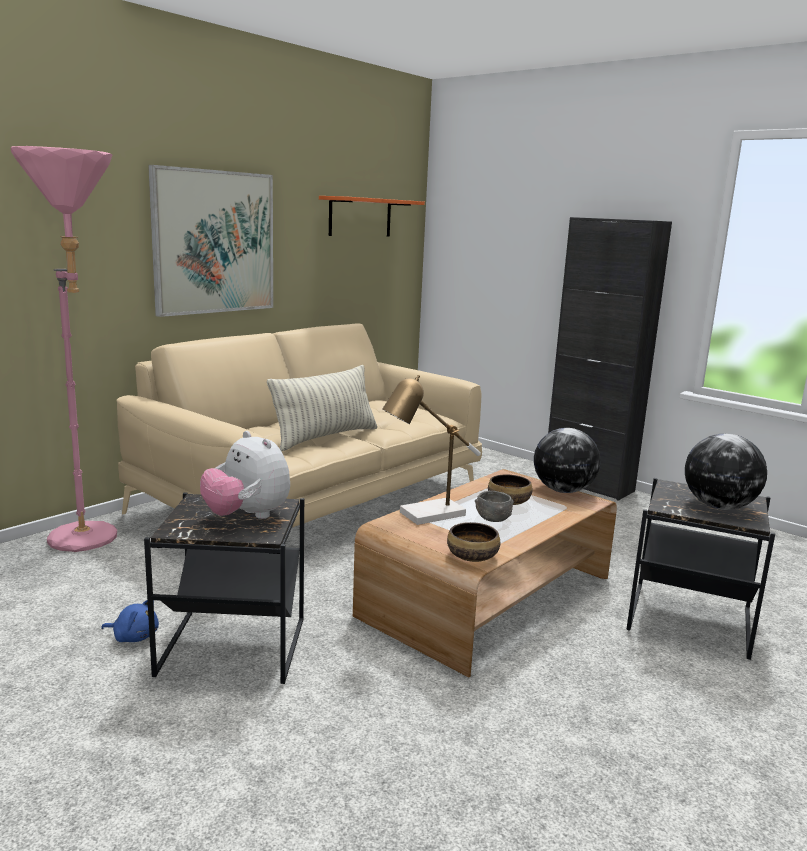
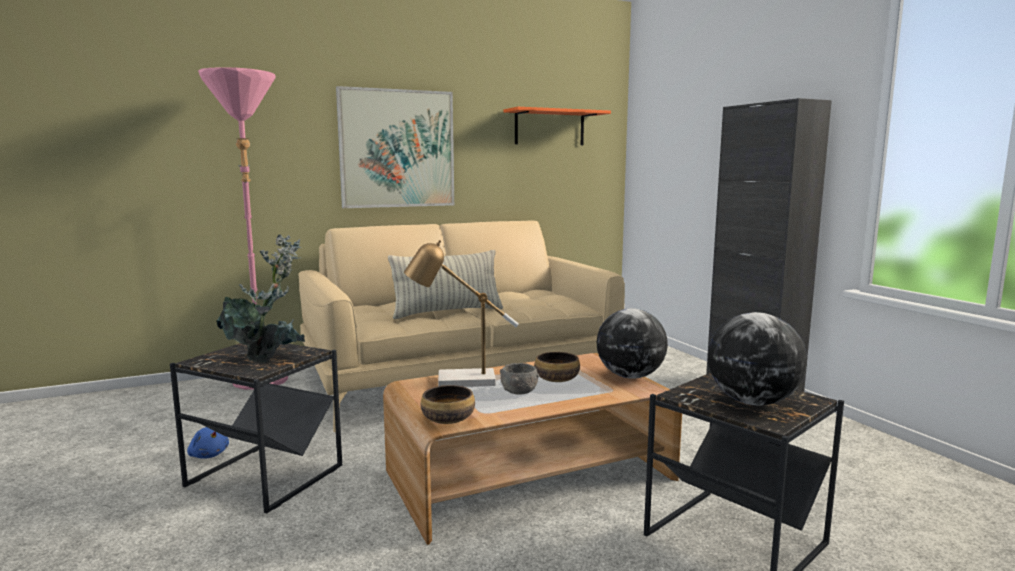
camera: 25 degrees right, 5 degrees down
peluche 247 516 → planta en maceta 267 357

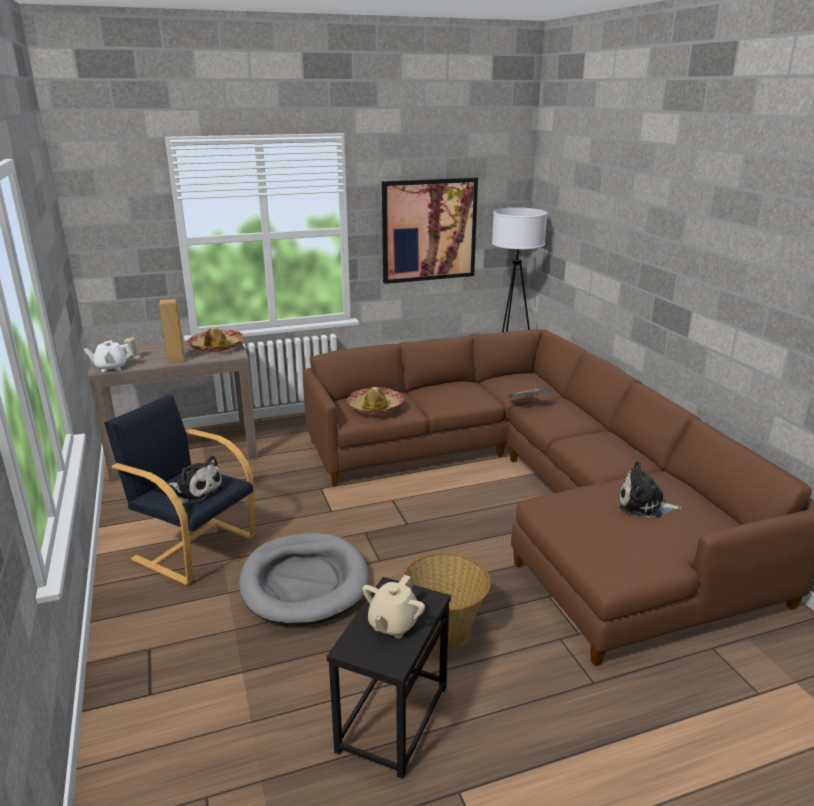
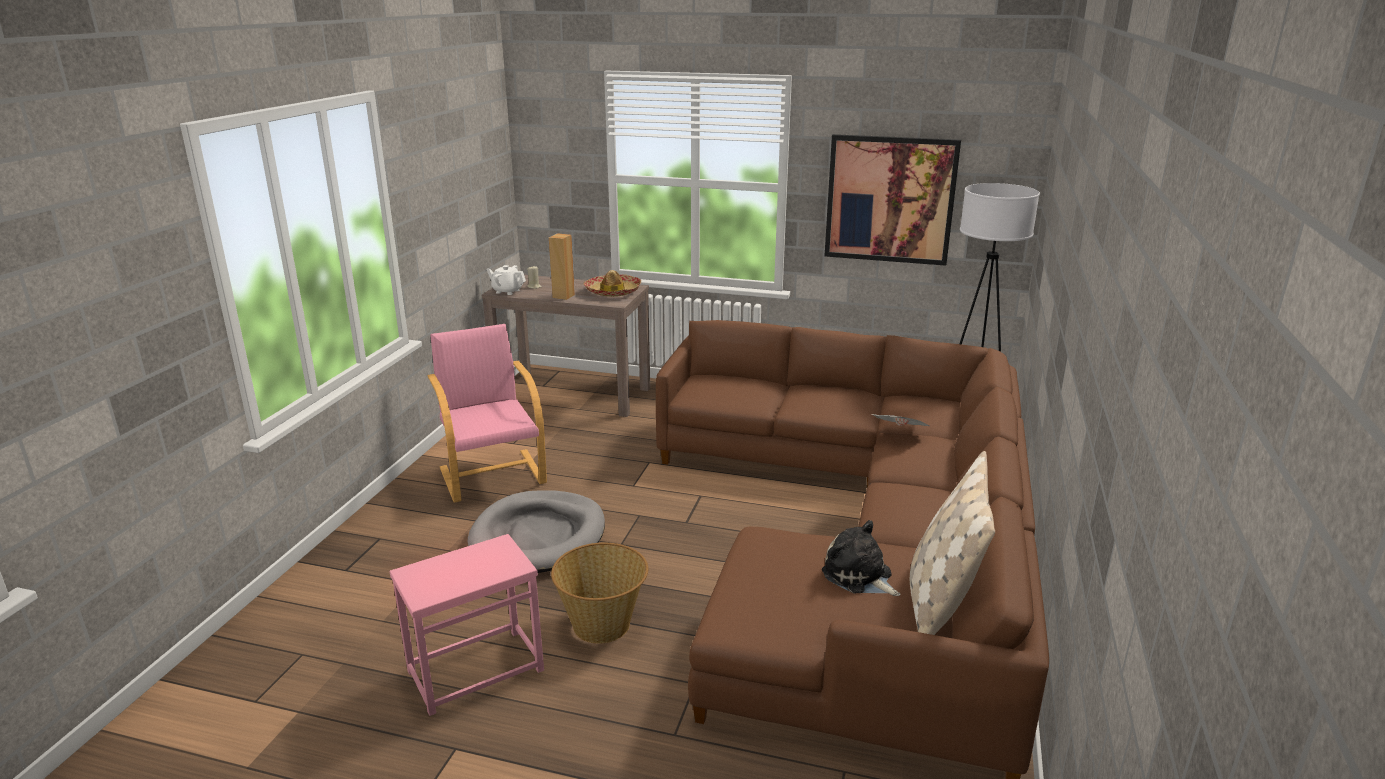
camera: 35 degrees right, 0 degrees up
sombrero 375 407 → -
sillón/negro 194 546 → sillón/rosa 492 474
peluche 196 490 → -
tetera/beis 393 624 → -
mesa auxiliar/negro 392 718 → mesa auxiliar/rosa 475 670
- → cojín/beis 941 600

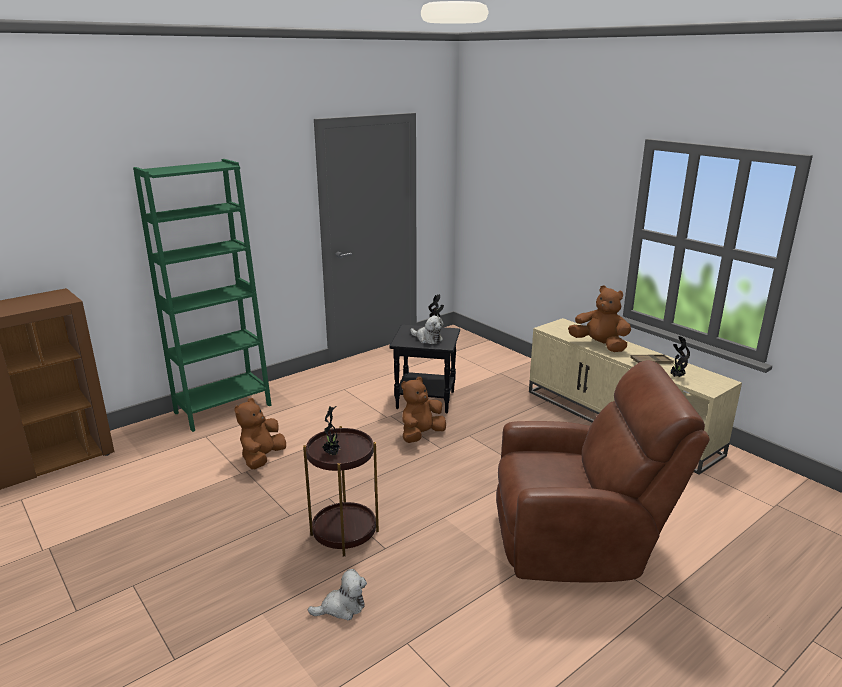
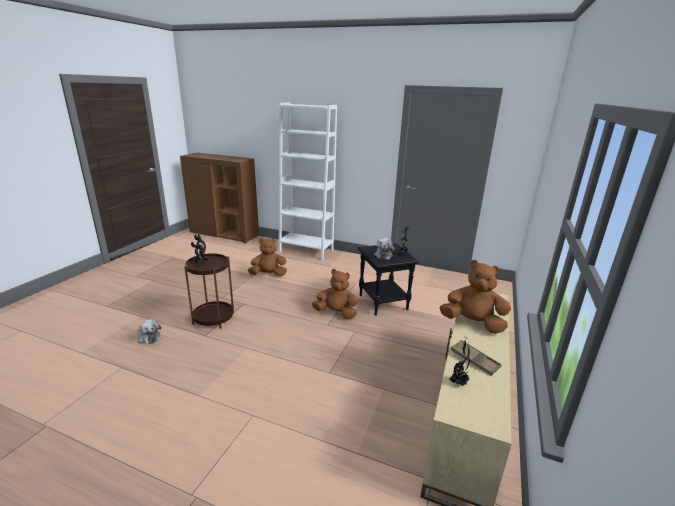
camera: 60 degrees right, 0 degrees up
estantería/verde 223 409 → estantería/blanco 306 251
peluche/marrón 599 345 → peluche/marrón 473 323, 75 degrees counterclockwise
sillón/marrón 579 541 → -

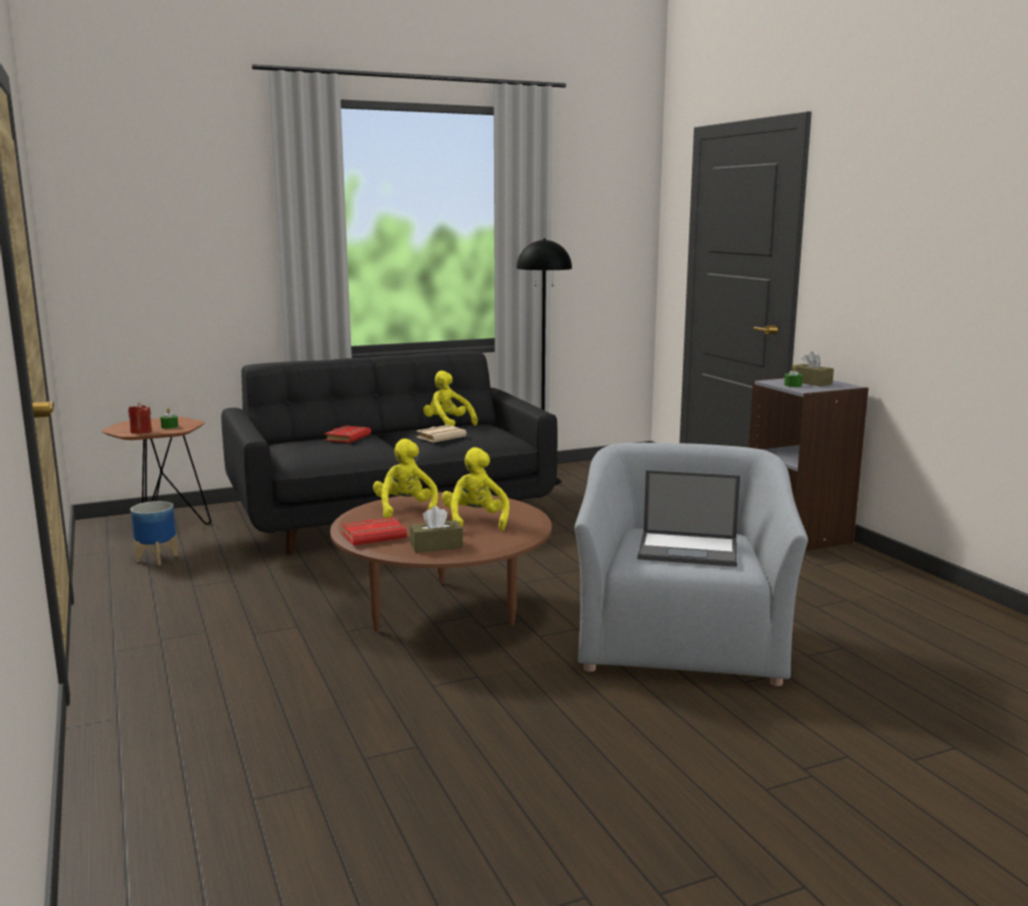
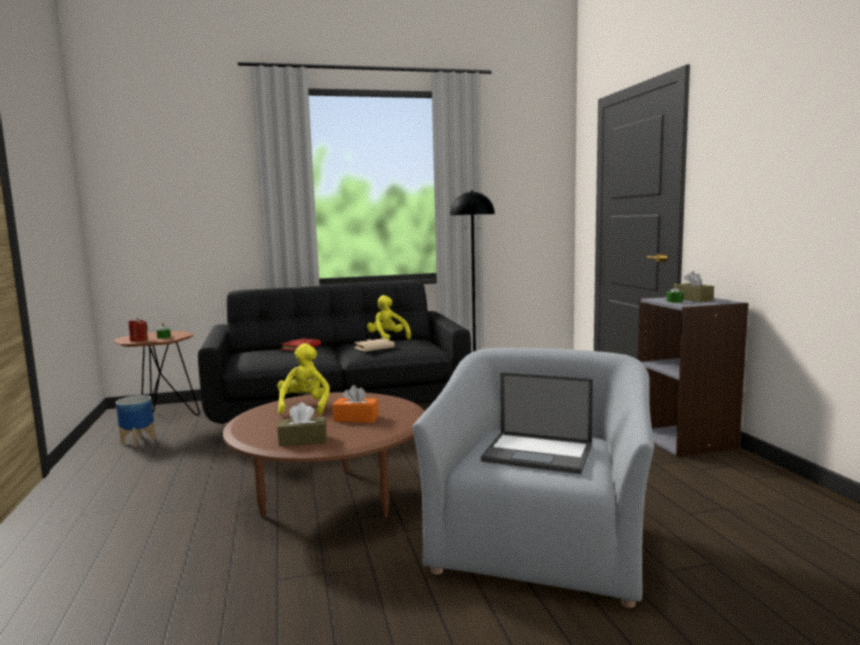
camera: 10 degrees right, 5 degrees down
peluche/amarillo 475 521 → caja de pañuelos/naranja 356 418
libro/rojo 375 536 → -

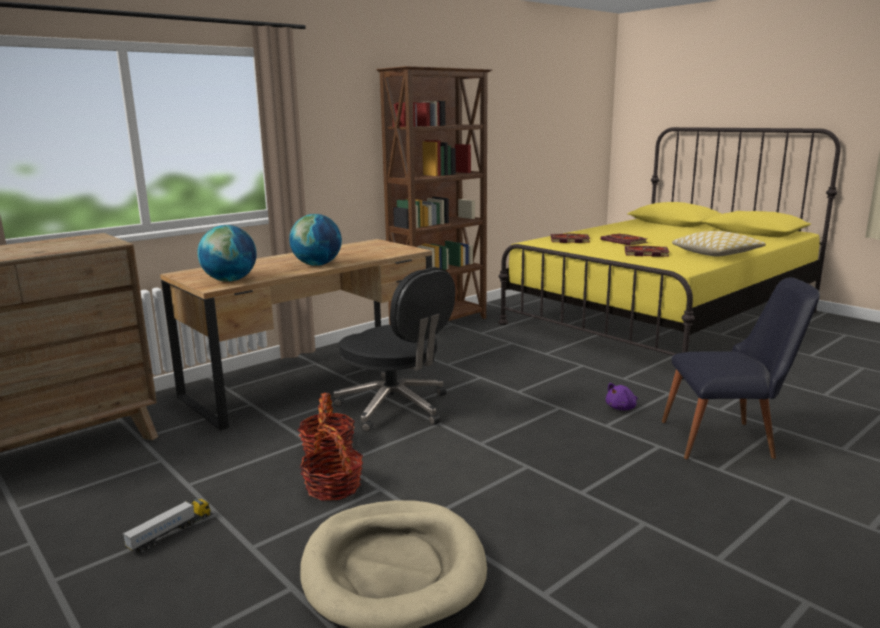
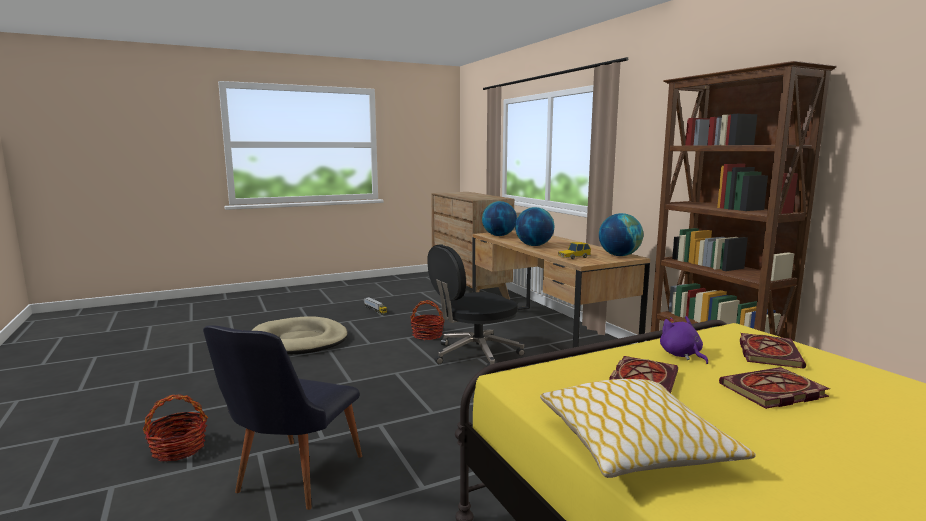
camera: 105 degrees right, 5 degrees down
peluche/morado 622 408 → peluche/morado 681 355, move
cesta 333 487 → cesta 178 449, move
- → globo terráqueo 619 255
- → coche de juguete 574 257

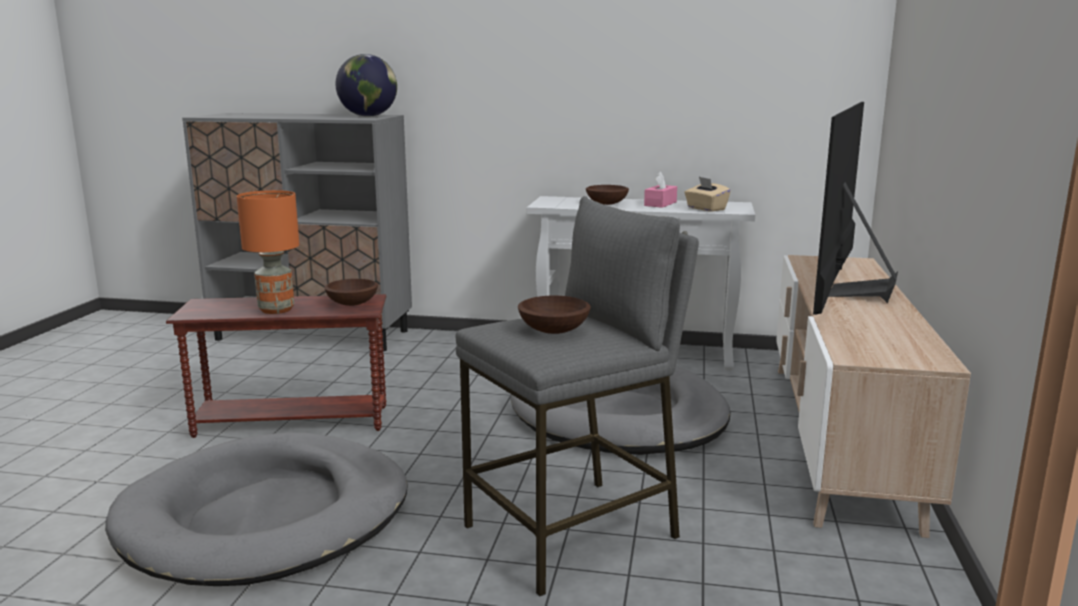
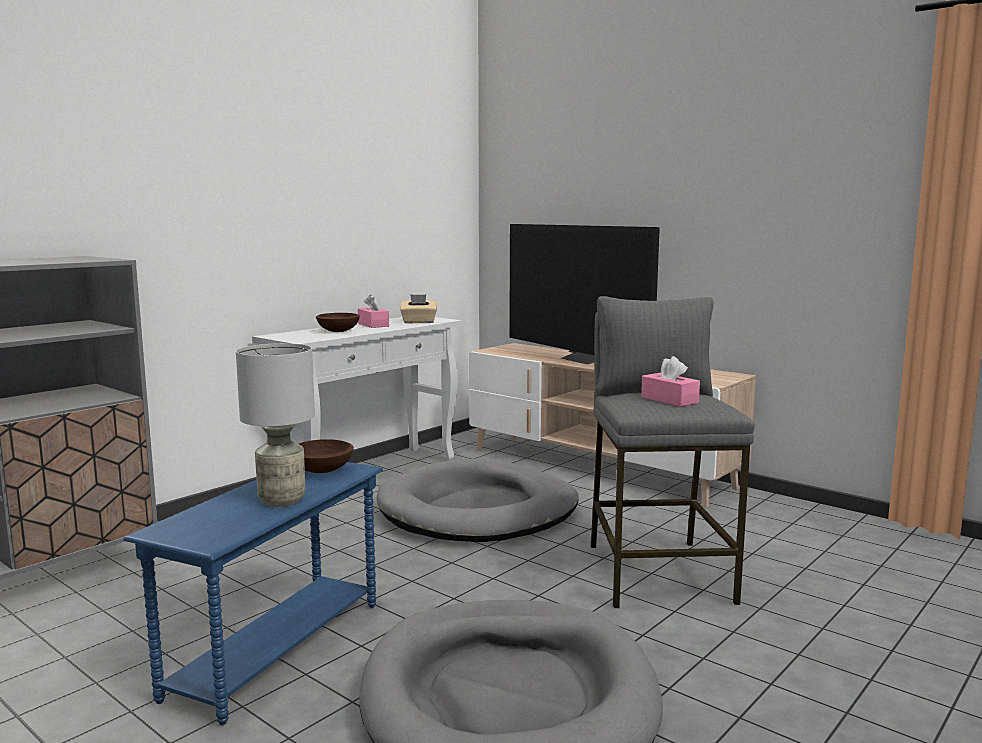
camera: 60 degrees left, 5 degrees down
globo terráqueo 368 116 → -
lámpara de mesa/naranja 277 310 → lámpara de mesa/gris 282 500
mesa auxiliar/marrón 292 421 → mesa auxiliar/azul 275 649
cuenco/marrón 553 330 → caja de pañuelos/rosa 669 400

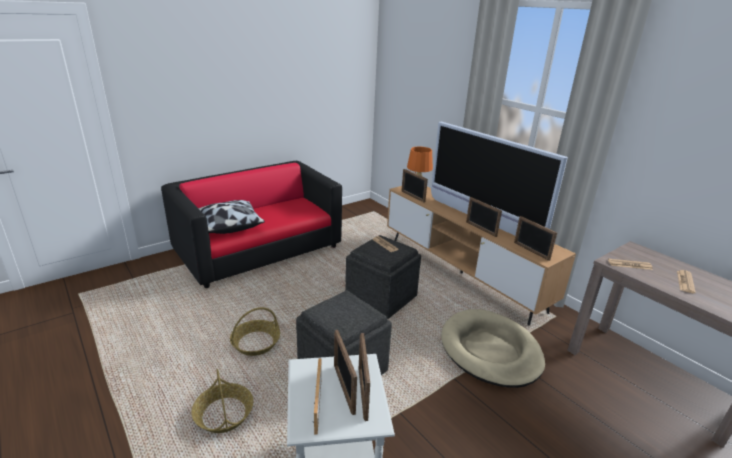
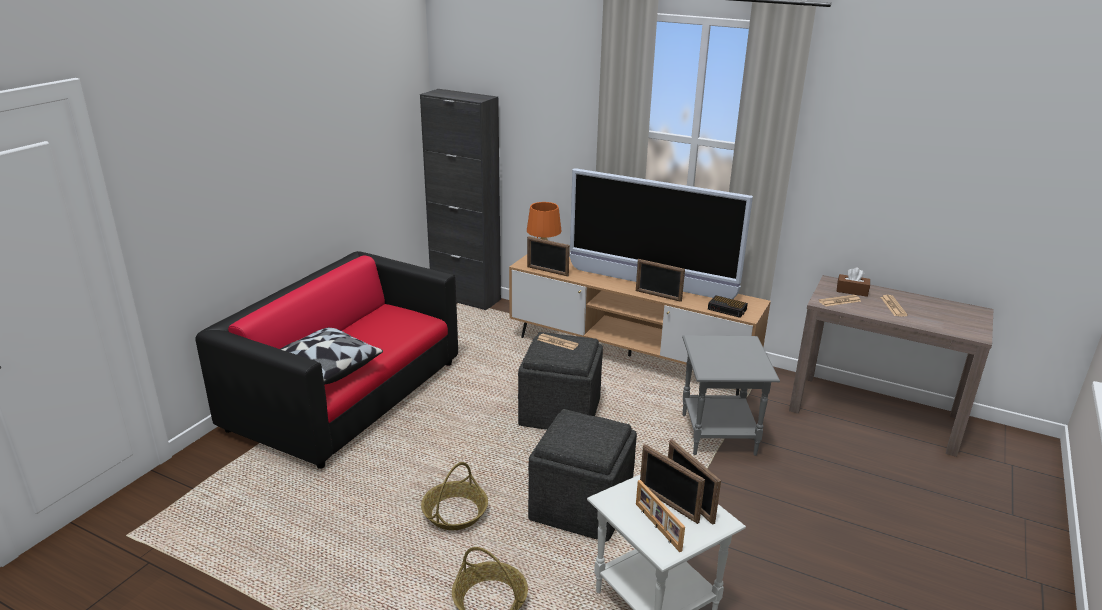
camera: 25 degrees left, 0 degrees up
portarretratos 531 251 → despertador 728 309
cama para perro/beis 490 351 → mesa auxiliar/gris 718 435
- → armario/negro 466 298
- → caja de pañuelos/marrón 852 291

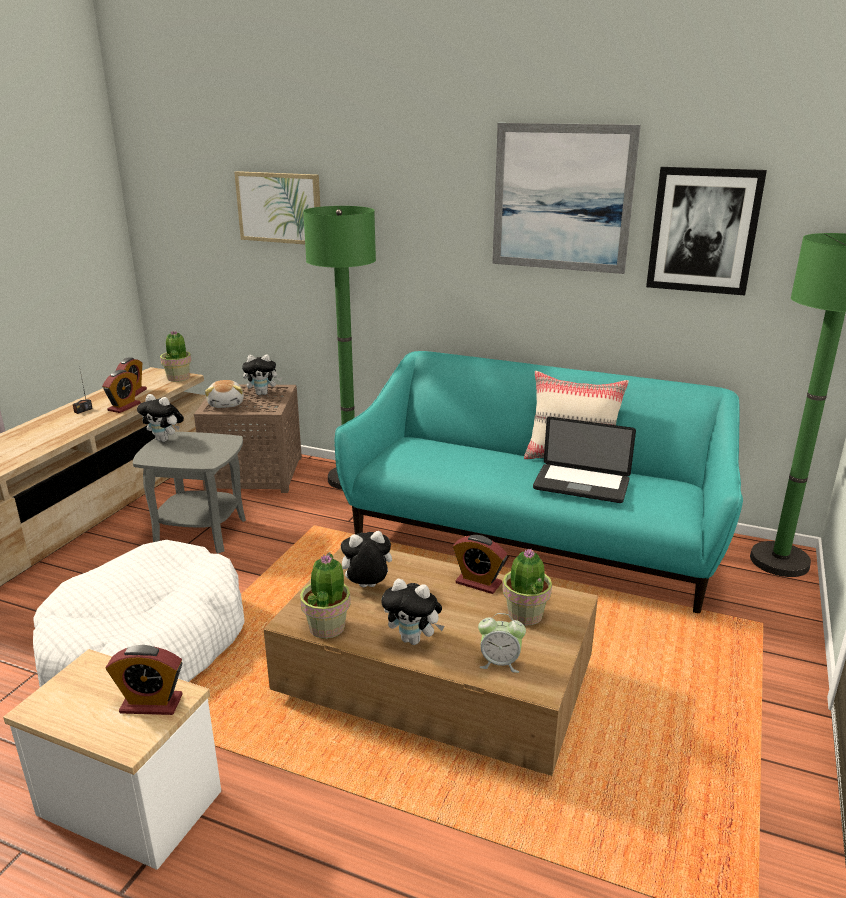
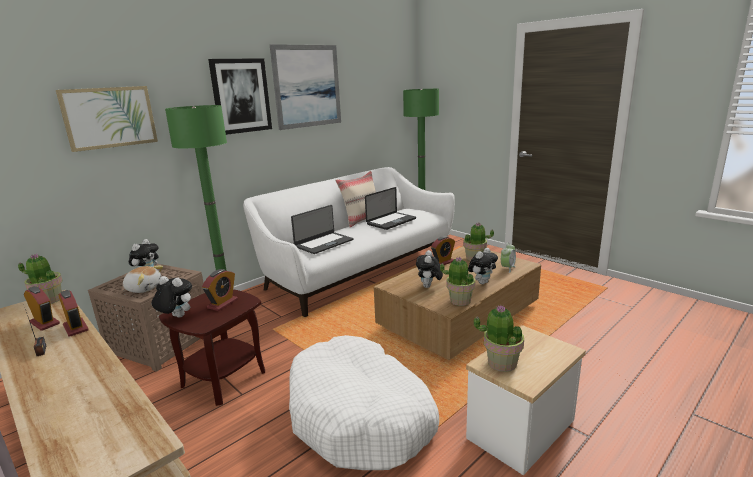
camera: 65 degrees left, 5 degrees down
cuadro 703 231 → cuadro 241 96, move
sofá/turquesa 533 538 → sofá/blanco 358 270
peluche 165 440 → peluche 176 317, 120 degrees counterclockwise
mesa auxiliar/gris 201 532 → mesa auxiliar/marrón 223 378
despertador 151 704 → despertador 223 303, move
- → portátil 323 243
- → planta en maceta 501 363

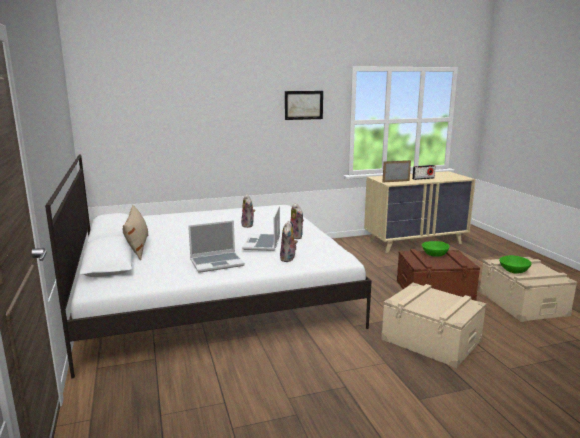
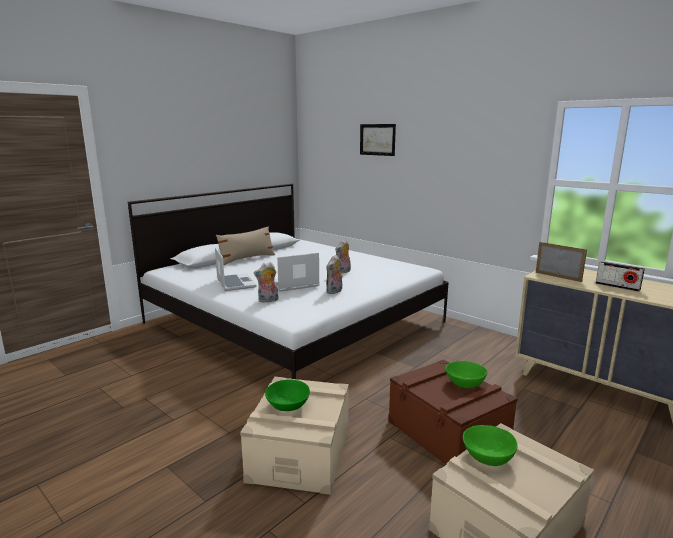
camera: 60 degrees right, 0 degrees up
cuadro 303 105 → cuadro 377 139, move
portátil 217 263 → portátil 235 283, 150 degrees counterclockwise
- → cuenco/verde 288 406

